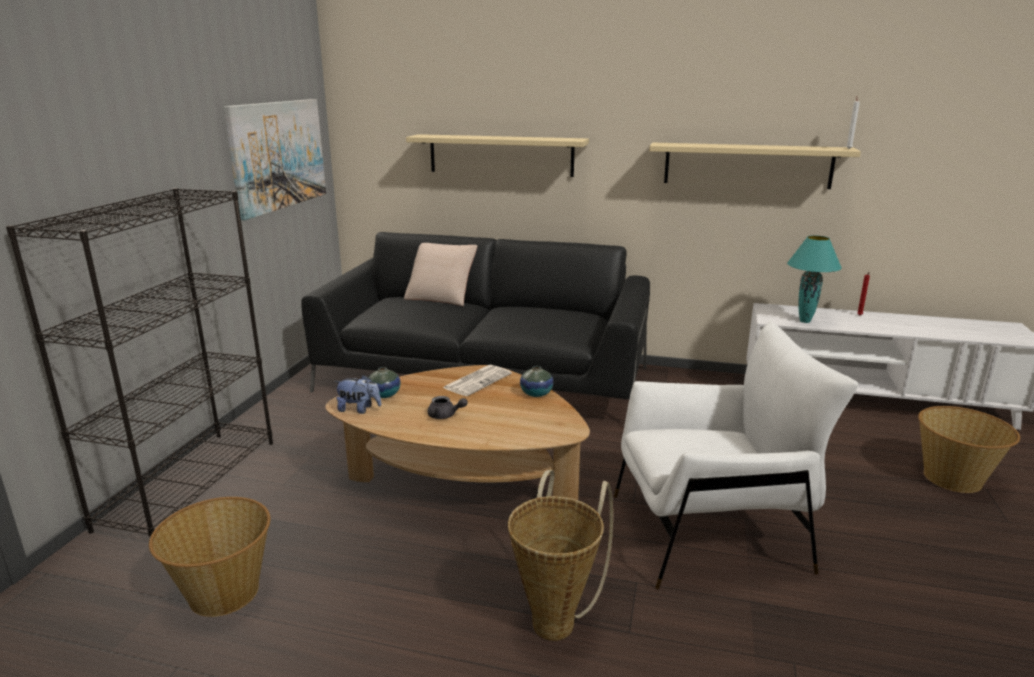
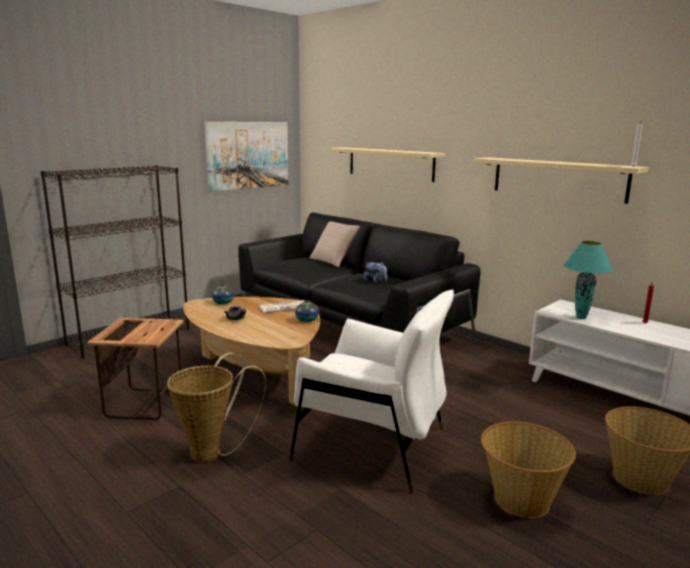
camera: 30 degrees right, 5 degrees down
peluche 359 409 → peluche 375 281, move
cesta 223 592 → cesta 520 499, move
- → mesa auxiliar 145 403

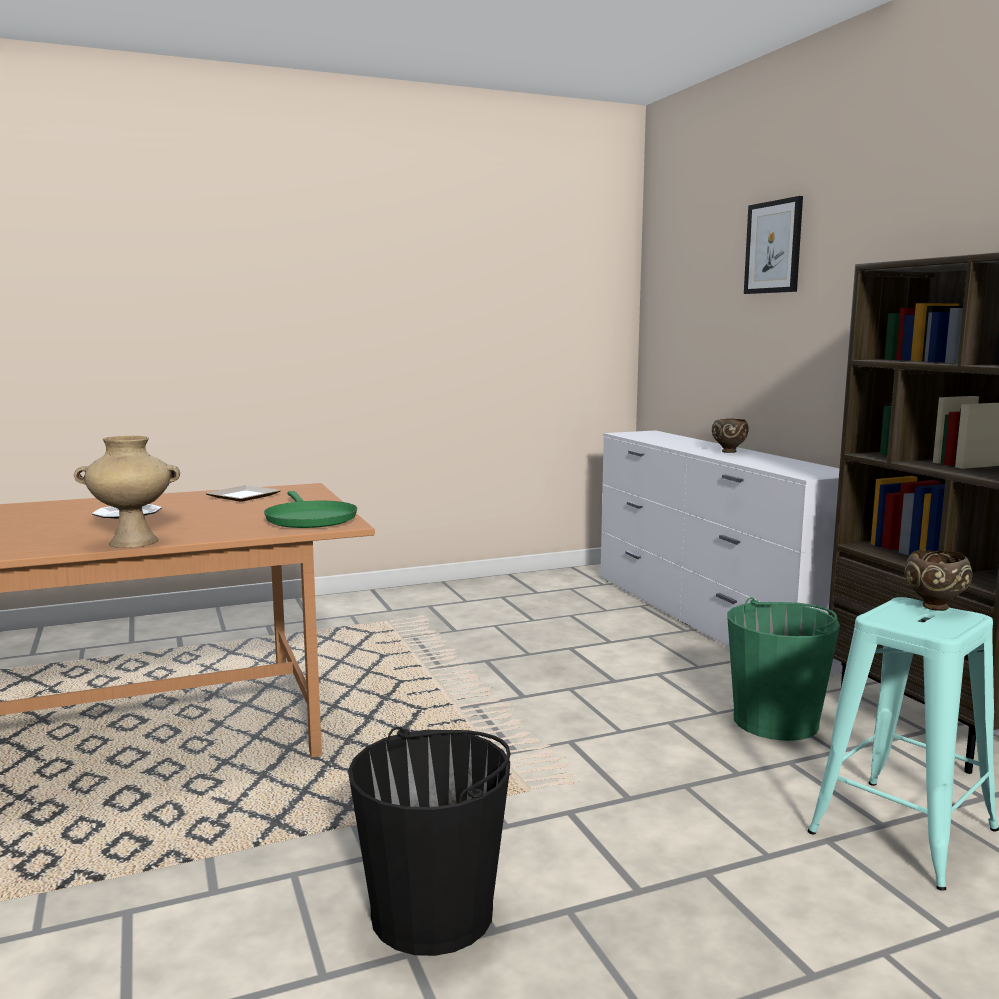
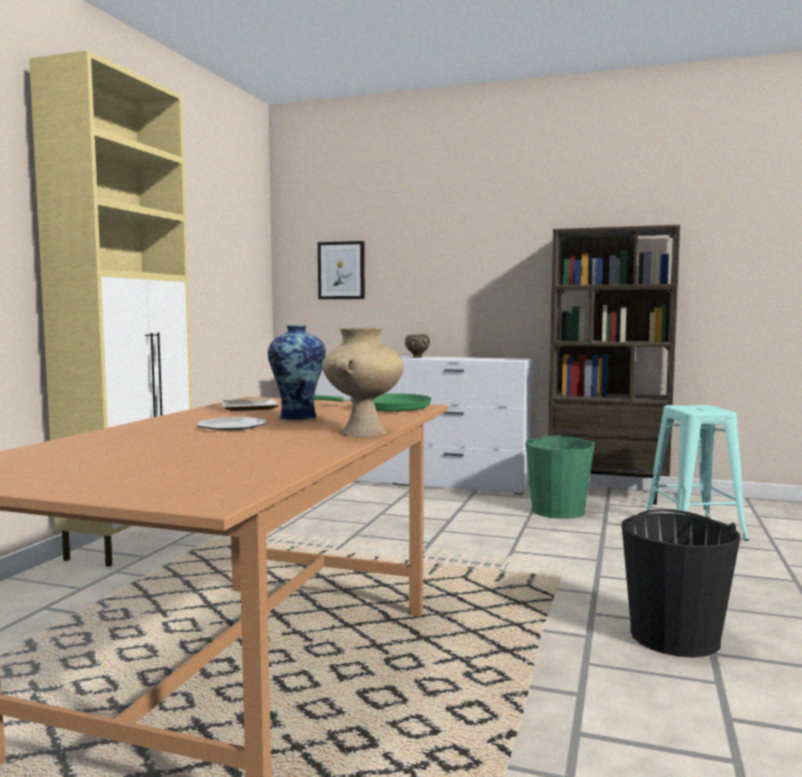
camera: 50 degrees left, 5 degrees down
cuadro 773 247 → cuadro 341 270, move
cuenco/marrón 933 607 → -
- → armario/beis 132 542
- → florero 298 417

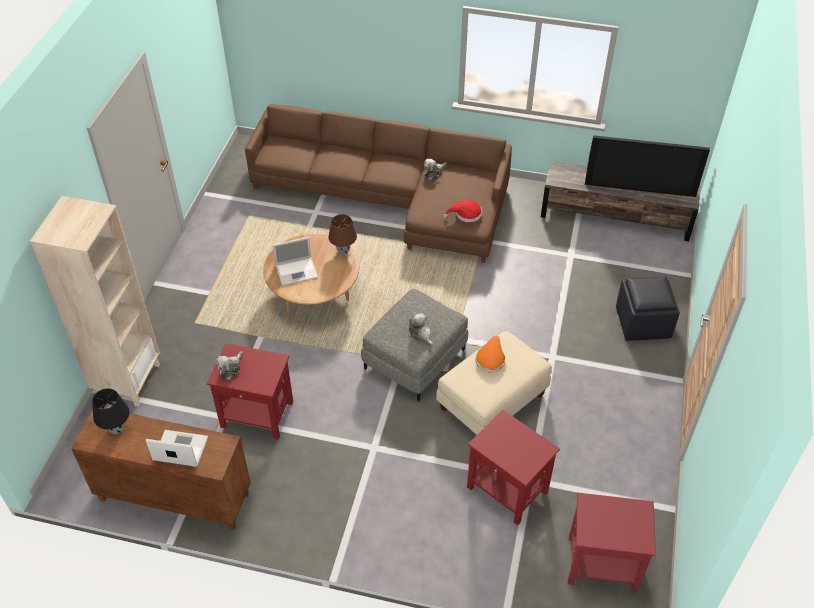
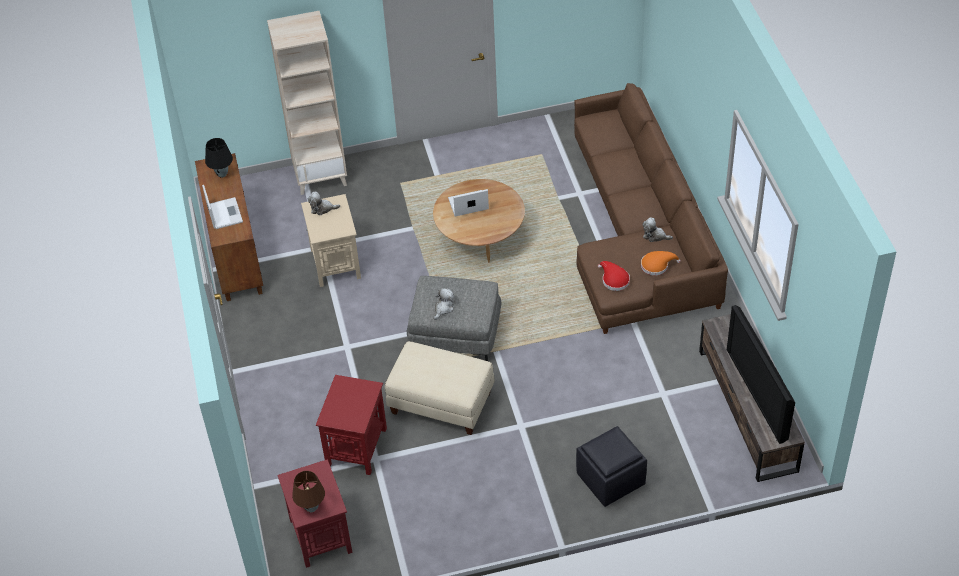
camera: 65 degrees right, 0 degrees up
lámpara de mesa/marrón 343 251 → lámpara de mesa/marrón 311 508, move
portátil 297 271 → portátil 467 204, 120 degrees clockwise
sombrero/naranja 490 358 → sombrero/naranja 657 265, move
mesa auxiliar/rojo 258 414 → mesa auxiliar/beis 335 264

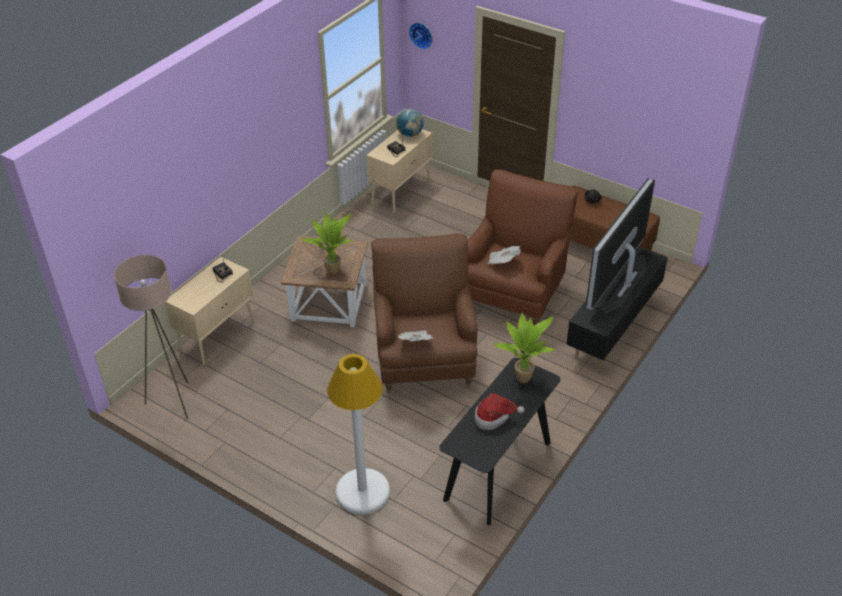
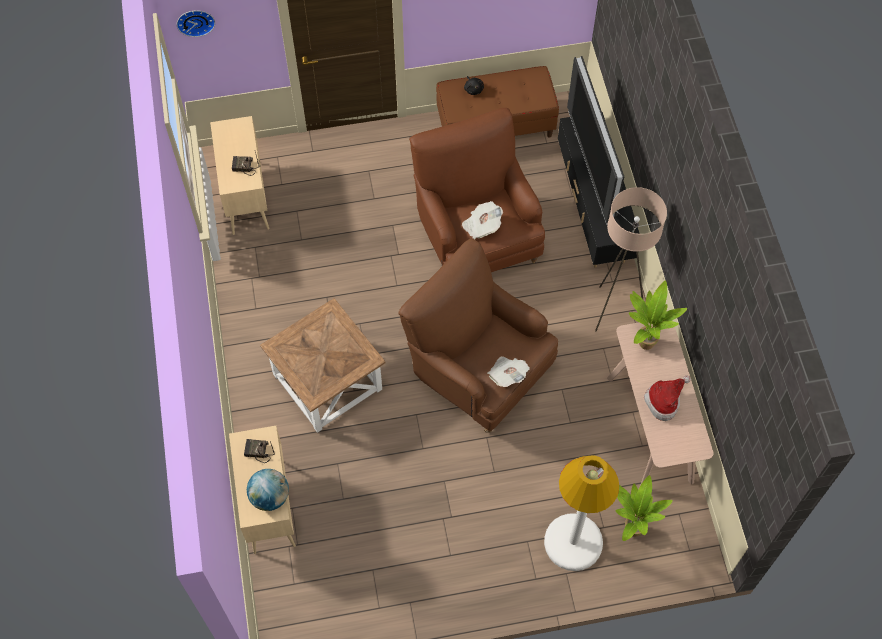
camera: 45 degrees left, 20 degrees up
globo terráqueo 410 134 → globo terráqueo 270 497, move
planta en maceta 332 270 → planta en maceta 630 529, move
lámpara de pie/beis 173 402 → lámpara de pie/beis 613 310, move
mesa consola/negro 498 471 → mesa consola/beis 650 429

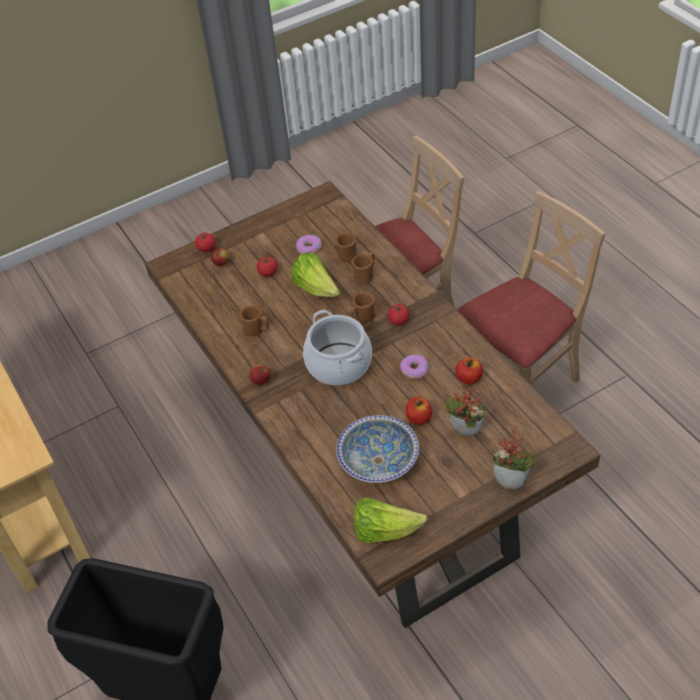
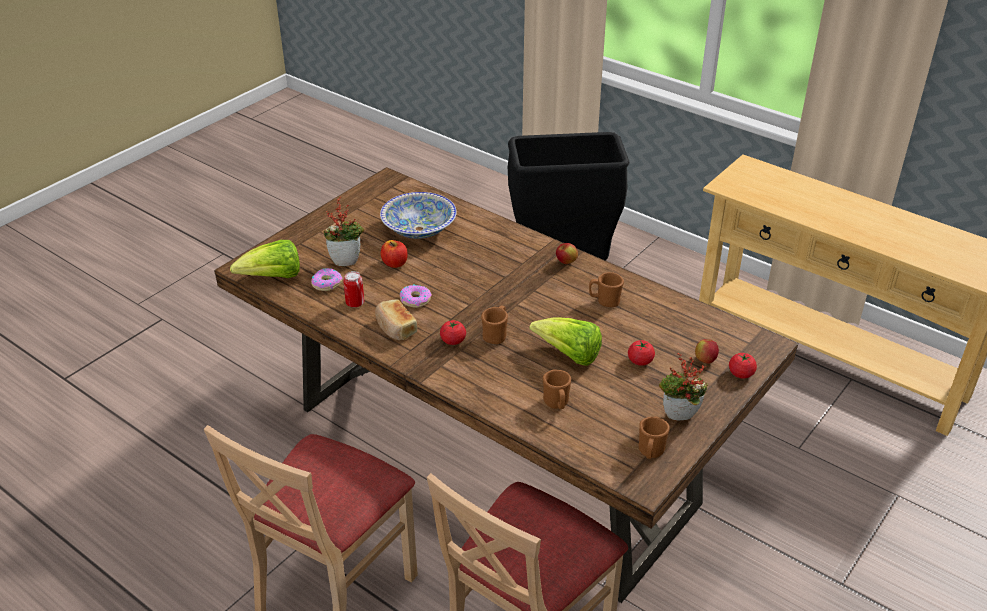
camera: 155 degrees right, 10 degrees down
rosquilla 309 248 → rosquilla 326 283, move
taza grande/marrón 365 275 → taza grande/marrón 650 453, move
olla 339 364 → -
manzana 469 378 → lata 355 303
planta en maceta 512 481 → planta en maceta 679 419, move
lechuga 384 531 → lechuga 273 278, move
- → pan 395 328

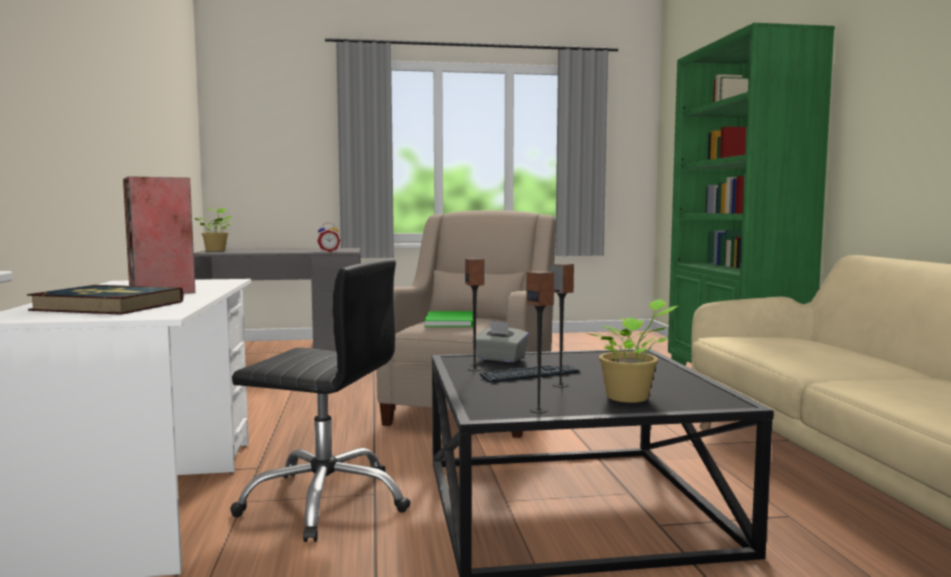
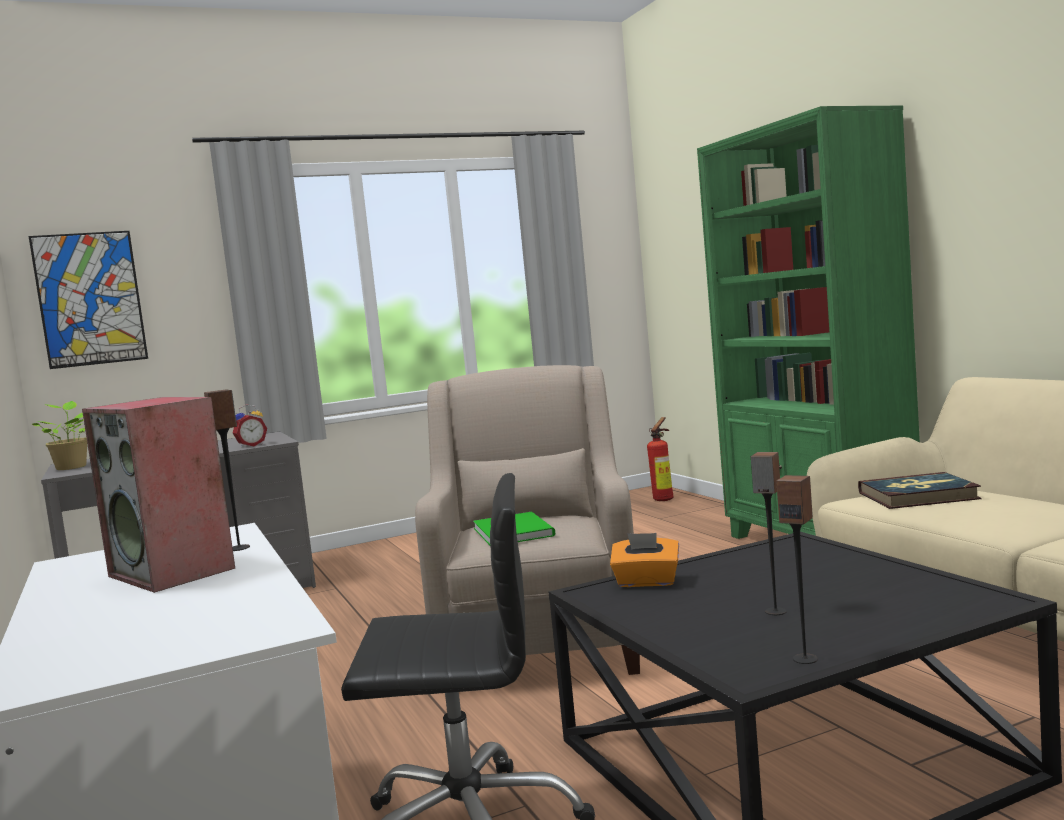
camera: 15 degrees left, 0 degrees up
altavoz 474 369 → altavoz 239 548, move
libro 108 306 → libro 918 496, move
planta en maceta 631 398 → -
caja de pañuelos/gris 500 359 → caja de pañuelos/naranja 647 582
teclado 530 375 → -
- → cuadro 90 299
- → extintor 665 499

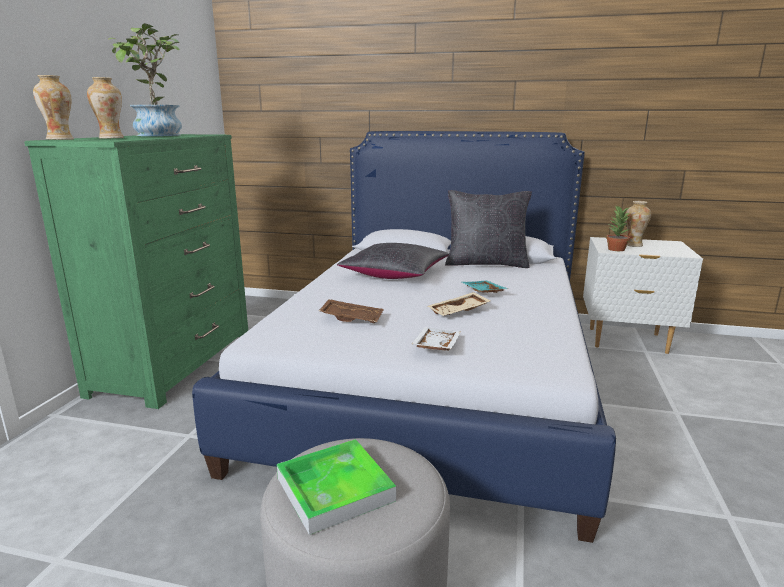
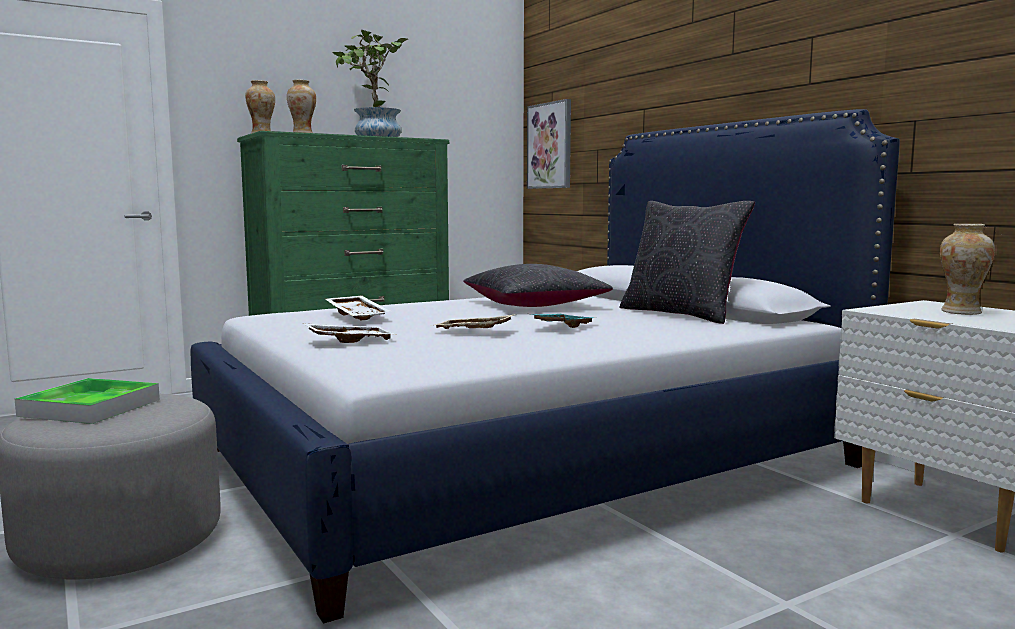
camera: 45 degrees right, 10 degrees down
planta en maceta 615 249 → -
bandeja/marrón 352 318 → bandeja/blanco 359 315
- → cuadro 550 146

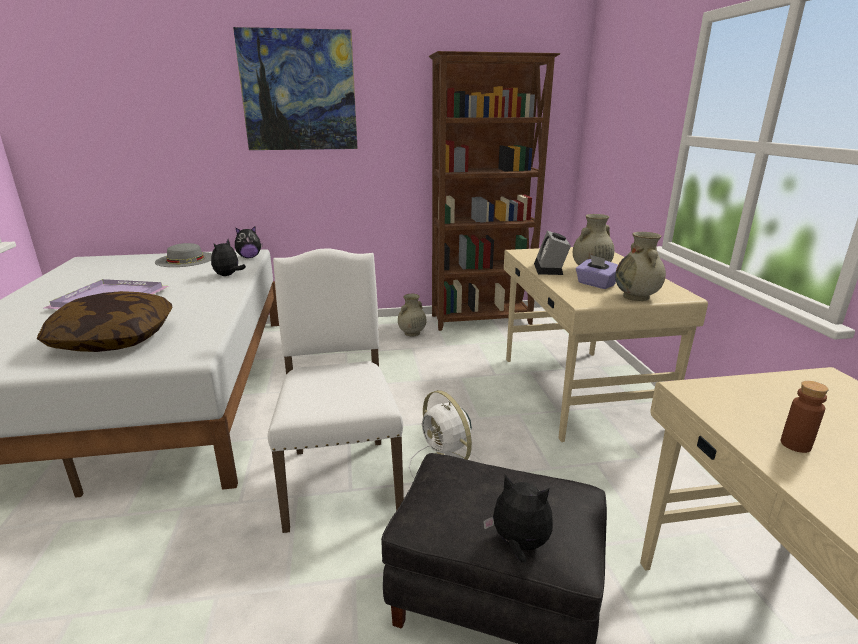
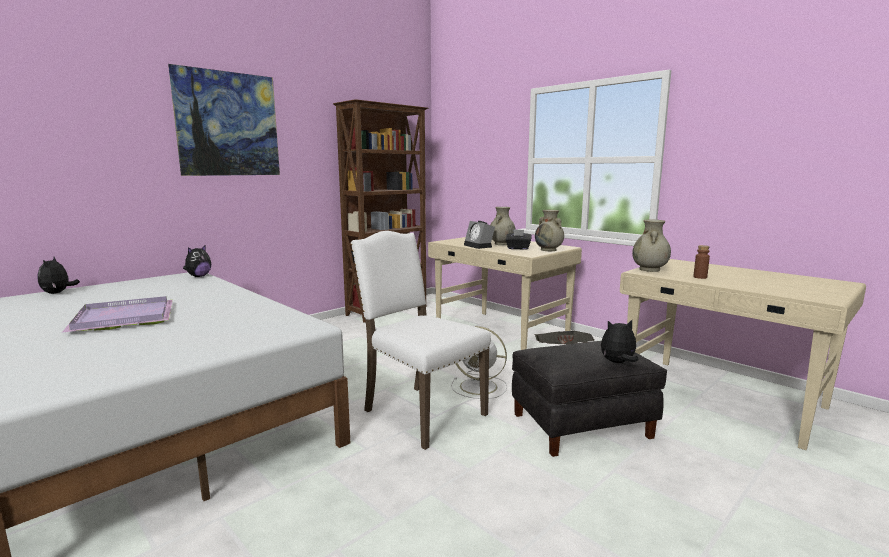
camera: 35 degrees left, 10 degrees down
peluche 228 275 → peluche 58 293, move
sombrero/gris 185 259 → -
caja de pañuelos/morado 595 284 → caja de pañuelos/negro 518 248
cojín 114 339 → -
florero/beis 412 333 → florero/beis 649 269, move
- → periódico 562 354

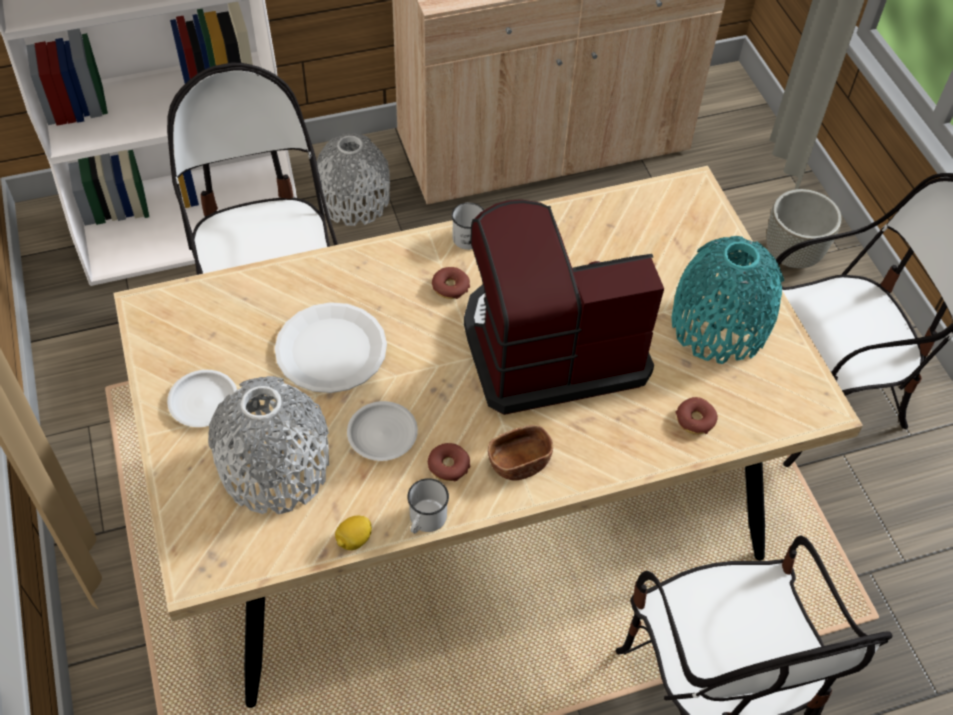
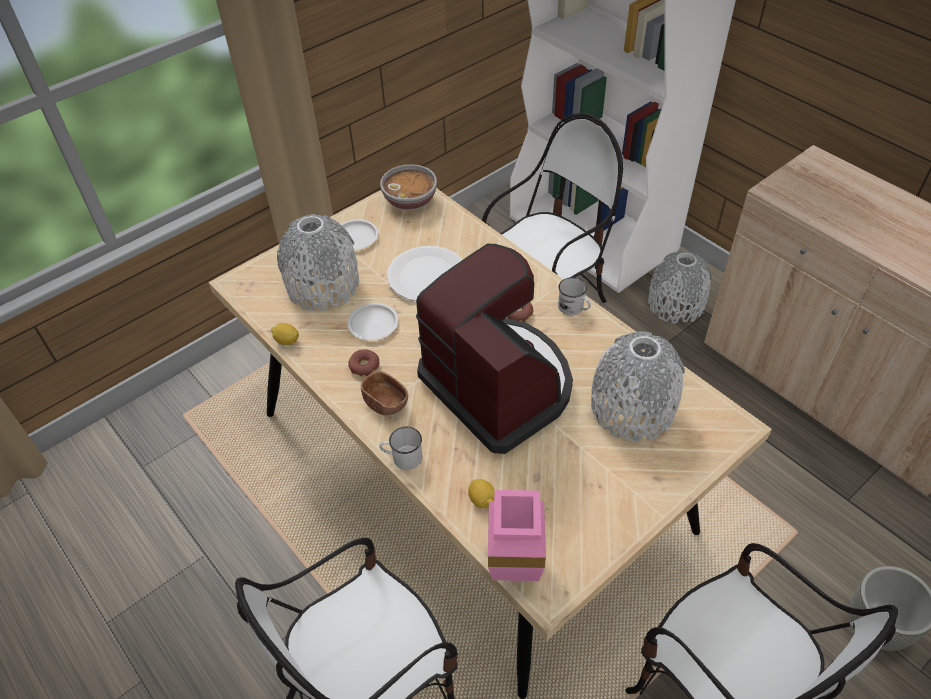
camera: 70 degrees right, 5 degrees down
florero/turquesa 719 325 → -
rosquilla 695 420 → limón 482 500
taza grande/blanco 425 521 → taza grande/blanco 402 457, move
- → cuenco 410 200
- → florero/gris 632 408
- → florero/rosa 517 569

